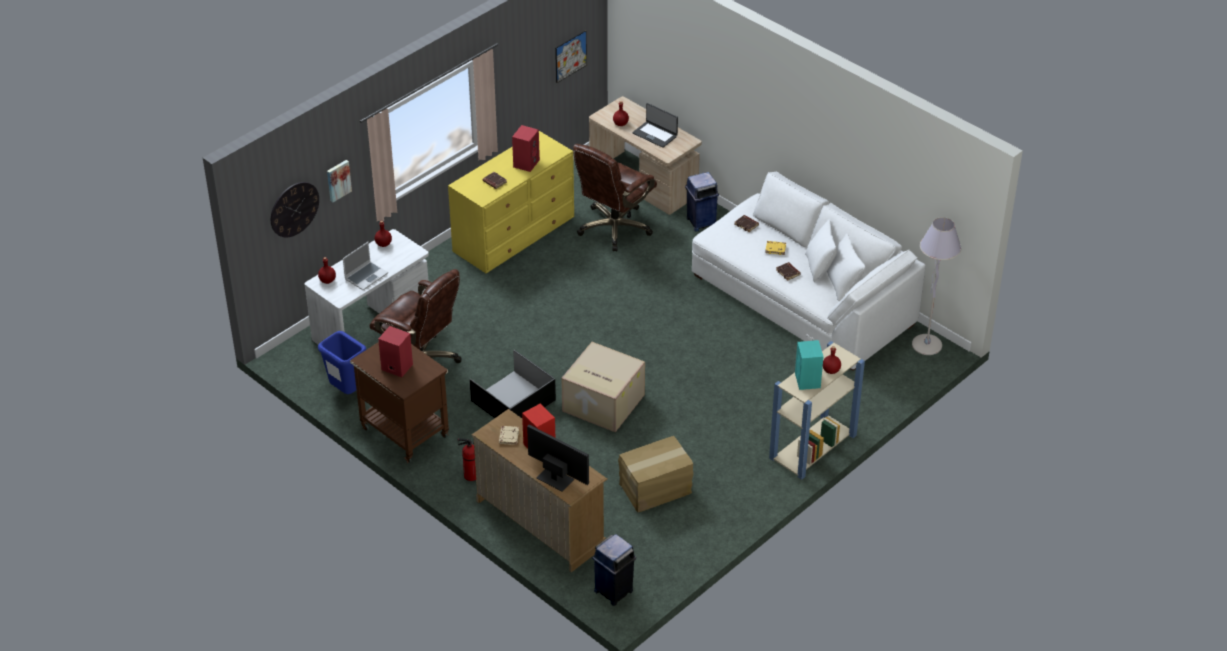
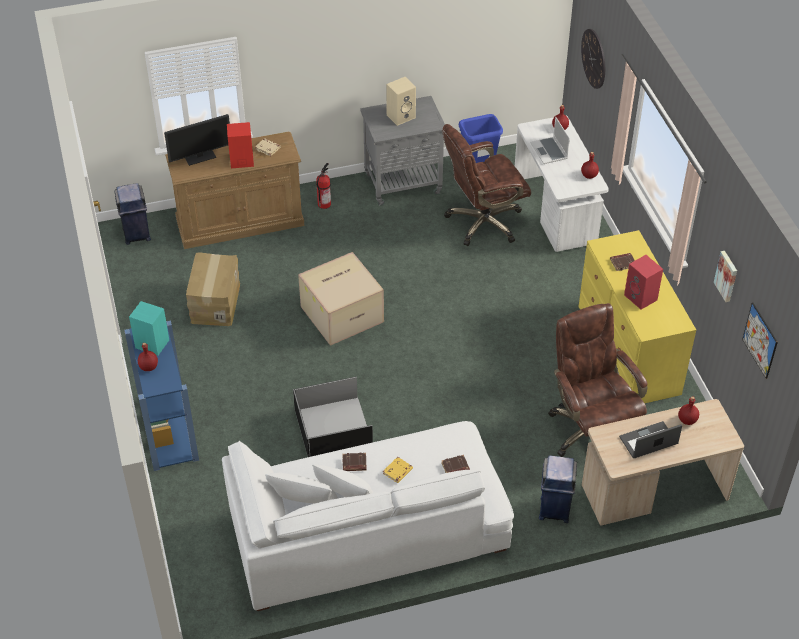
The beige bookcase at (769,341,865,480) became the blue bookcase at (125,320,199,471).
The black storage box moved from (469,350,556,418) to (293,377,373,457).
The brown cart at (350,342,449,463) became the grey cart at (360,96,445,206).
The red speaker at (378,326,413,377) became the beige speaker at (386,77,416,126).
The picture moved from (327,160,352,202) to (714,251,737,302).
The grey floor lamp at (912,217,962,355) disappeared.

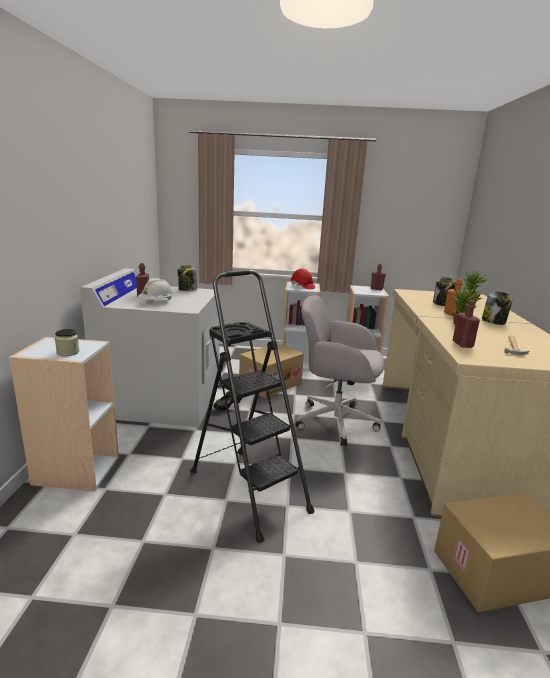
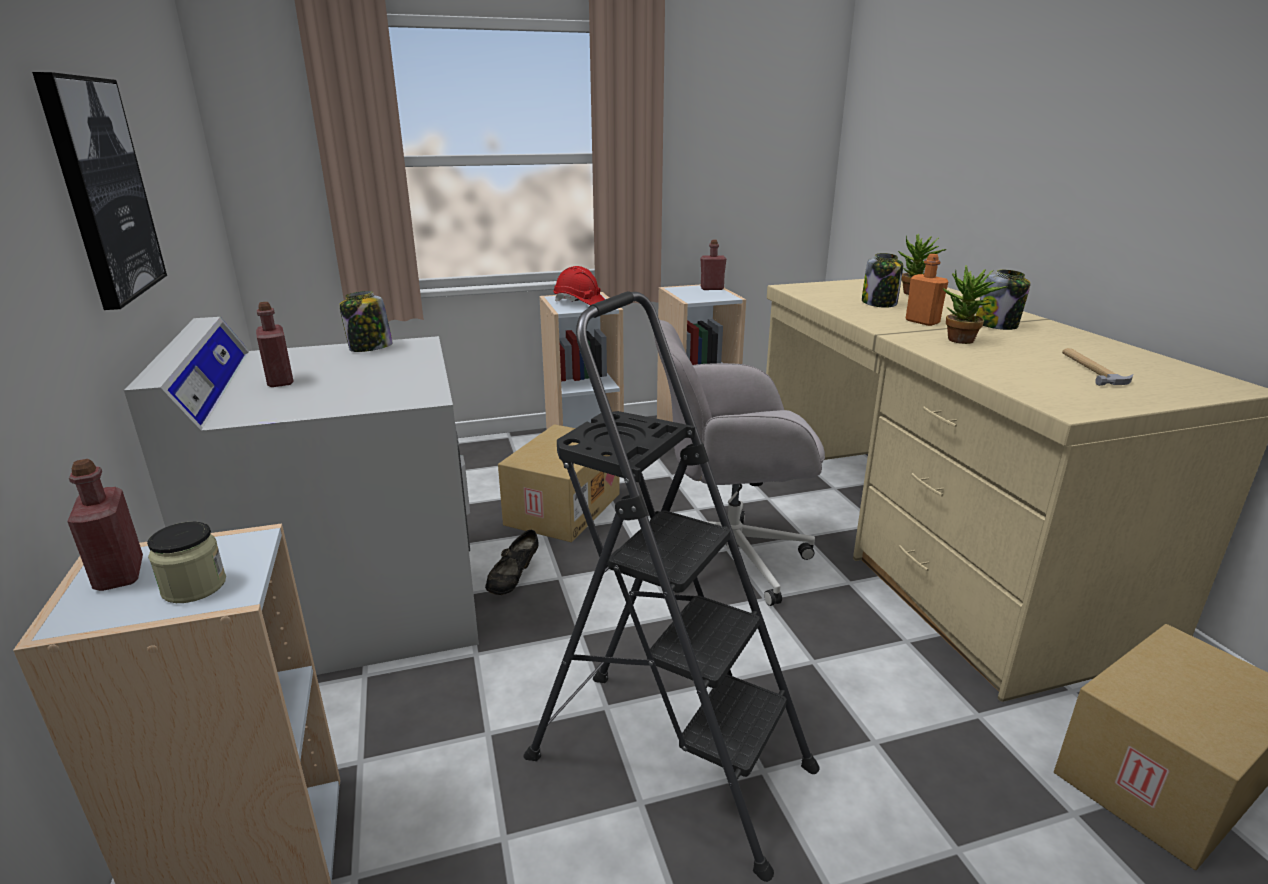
The picture at (32,72,167,310) appeared.
The red bottle moved from (453,300,480,348) to (67,459,143,591).
The white hard hat at (138,278,173,300) disappeared.

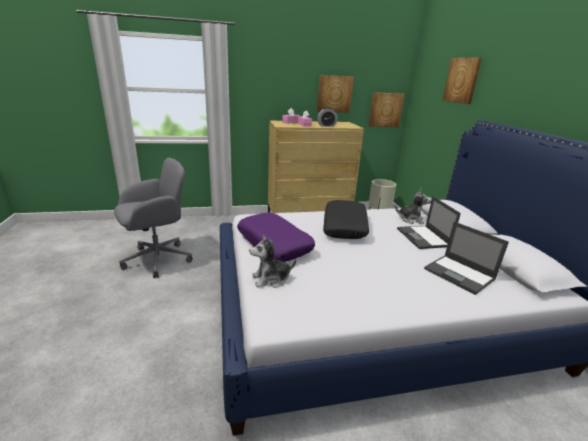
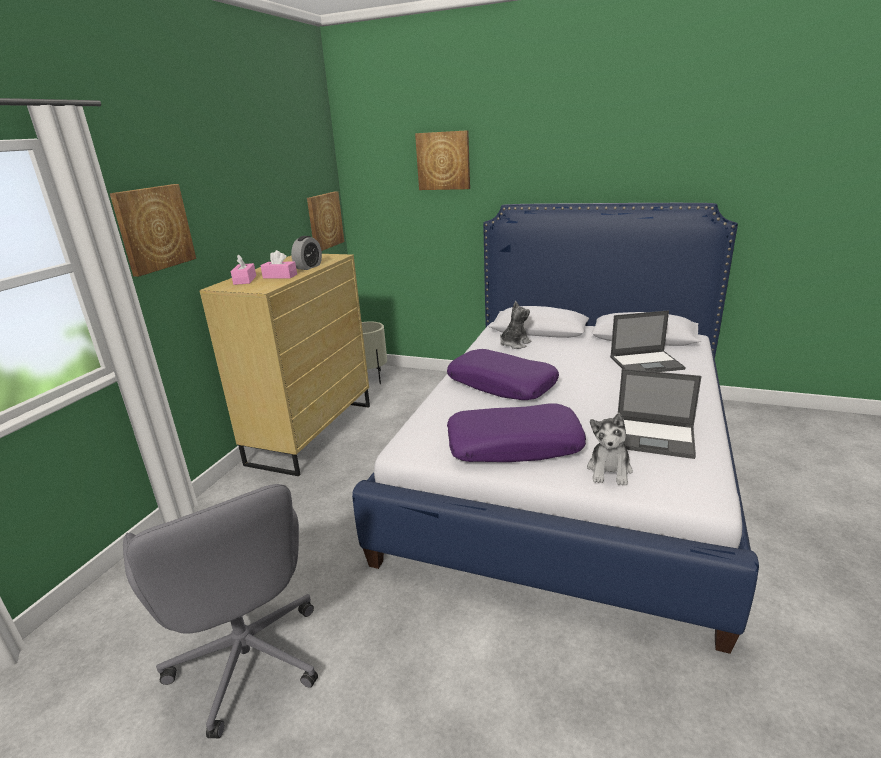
The picture moved from (317,75,354,112) to (110,184,196,277).
The grey office chair at (114,157,193,278) turned 150 degrees clockwise.
The black pillow at (323,200,369,239) became the purple pillow at (447,349,559,400).
The laptop moved from (397,196,461,249) to (618,369,702,459).

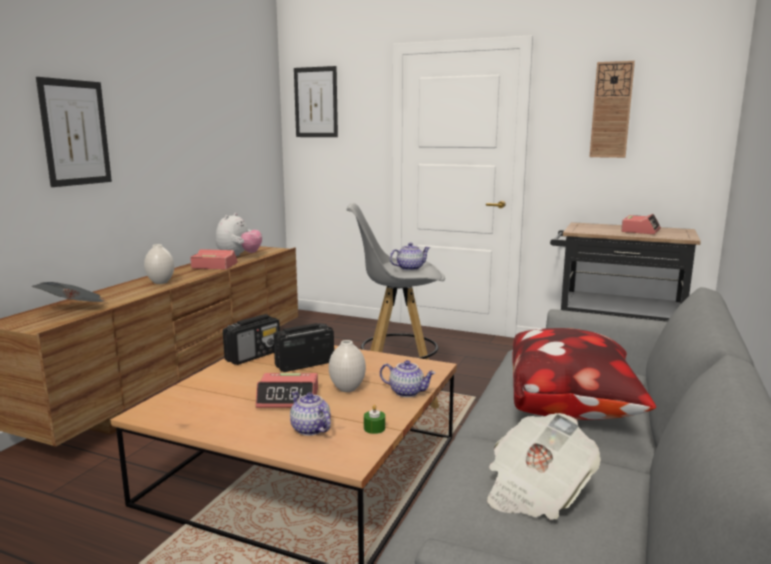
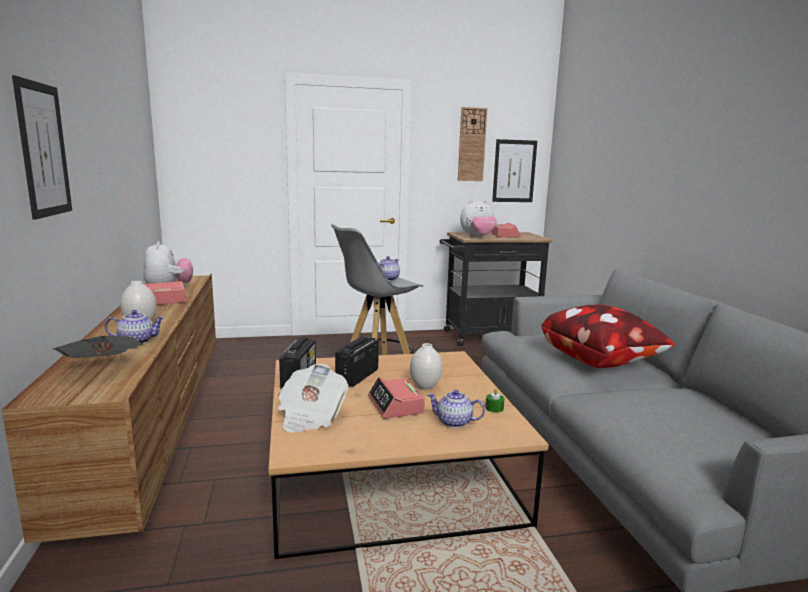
The teapot moved from (380,360,435,397) to (105,310,165,344).
The newspaper moved from (487,413,601,520) to (278,364,349,433).
The alarm clock at (256,373,318,408) turned 105 degrees clockwise.
The plush toy at (460,200,497,237) appeared.
The picture moved from (294,66,338,137) to (492,139,537,202).

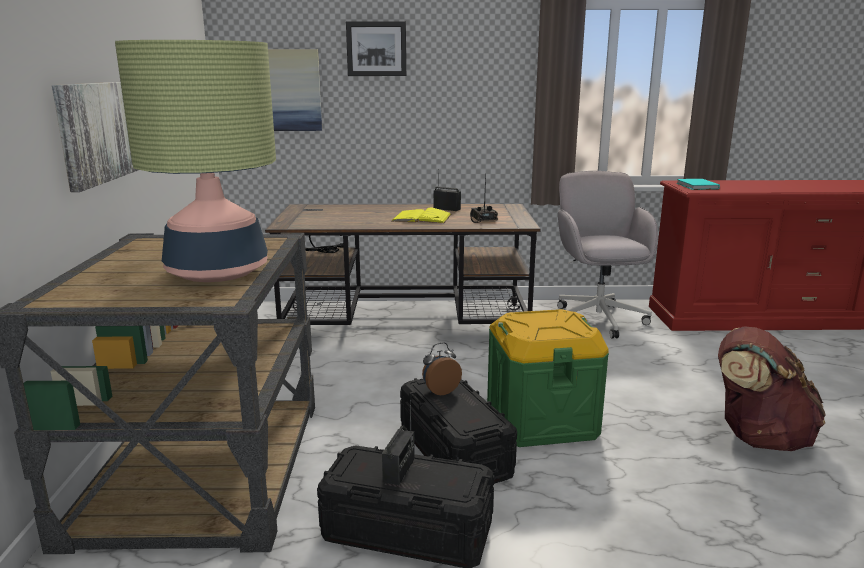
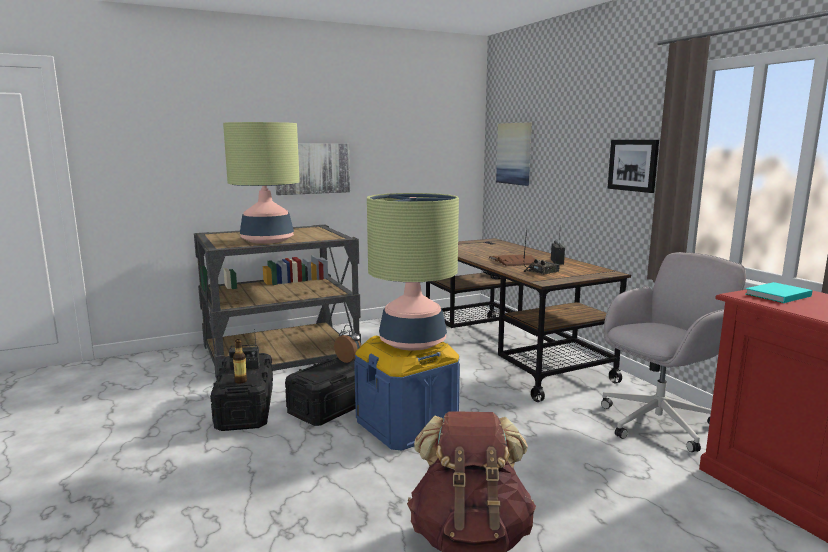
The bottle at (233,339,247,383) appeared.
The green storage box at (487,309,609,447) became the blue storage box at (354,336,460,451).
The table lamp at (367,193,459,351) appeared.
The yellow book at (391,208,451,223) became the brown book at (489,254,535,266).
The picture moved from (346,21,407,76) to (608,140,659,193).

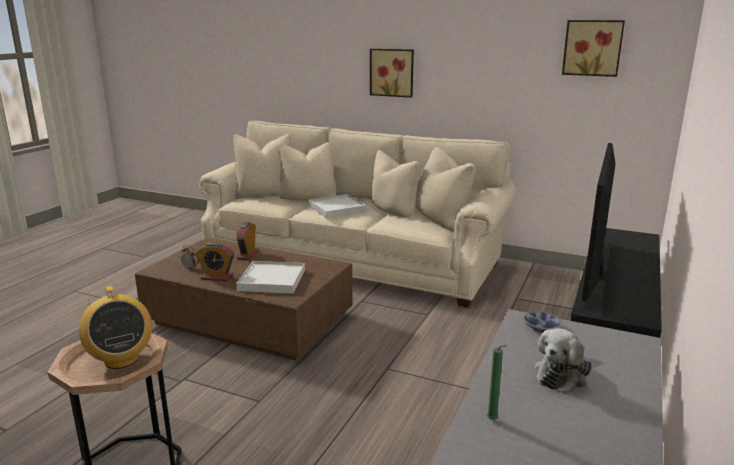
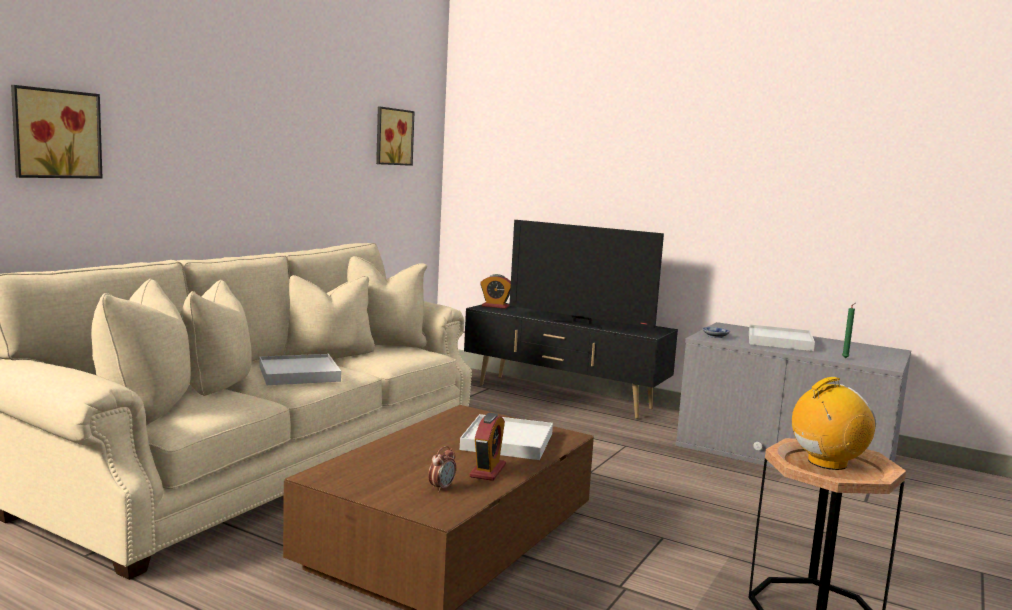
The picture moved from (370,49,414,98) to (11,85,102,179).
The alarm clock moved from (236,222,259,260) to (480,274,511,309).
The plush toy at (535,328,592,394) was replaced by the white tray at (749,324,815,351).

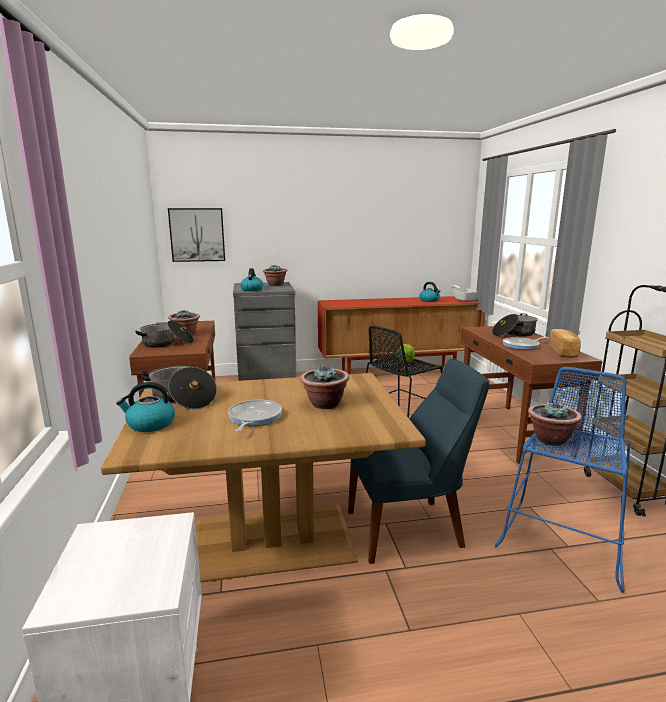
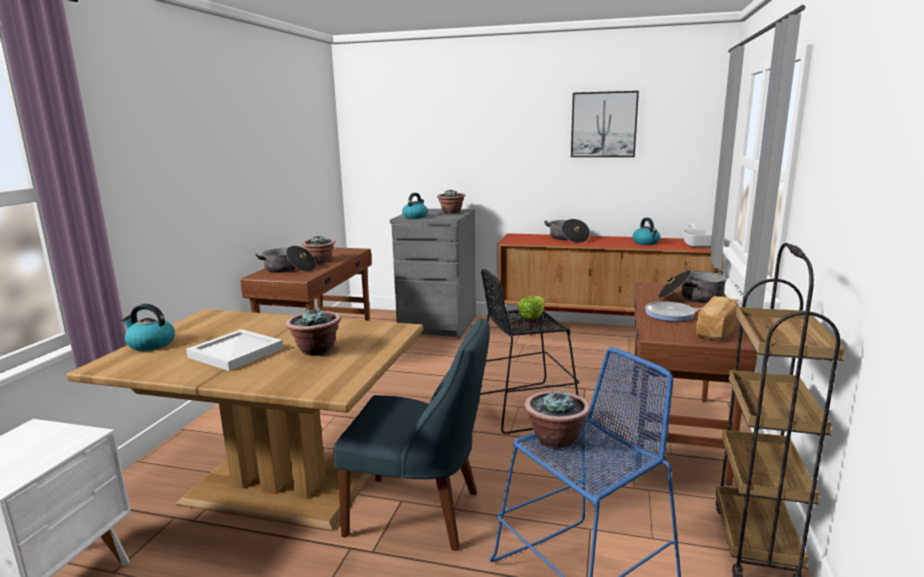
The frying pan at (228,400,282,432) was replaced by the white tray at (186,329,283,371).
The cooking pot moved from (140,365,217,409) to (544,219,590,243).
The picture moved from (168,208,225,262) to (571,91,639,157).

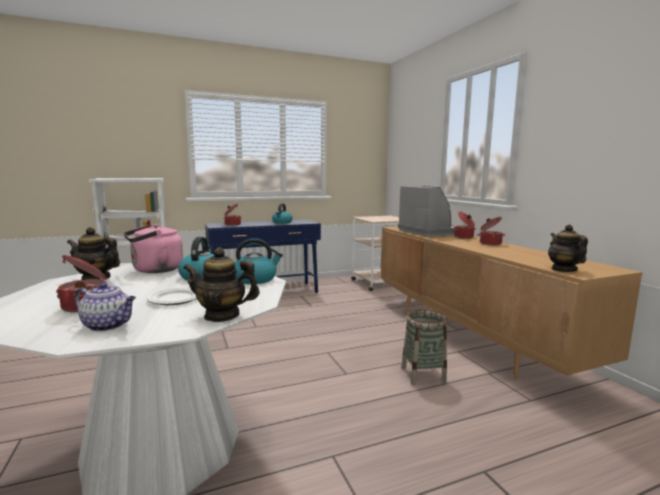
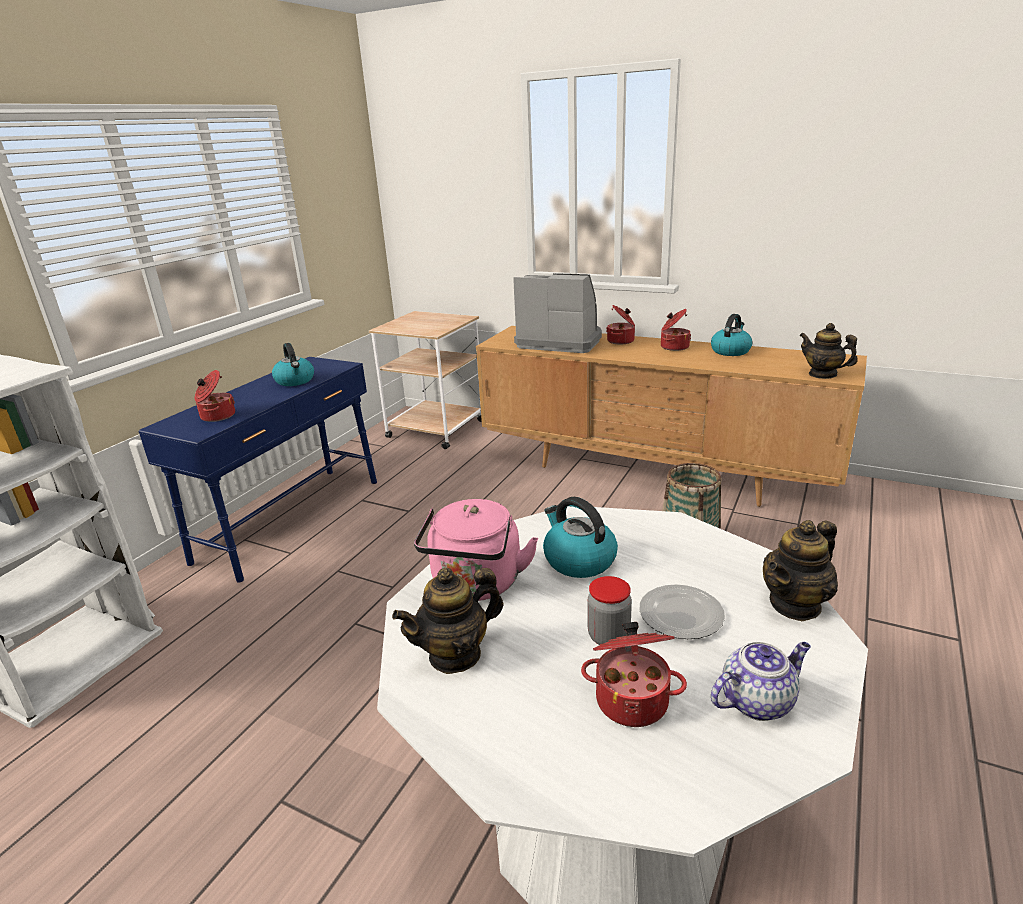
The jar at (588,576,632,645) appeared.
The kettle moved from (235,238,283,284) to (711,314,752,356).

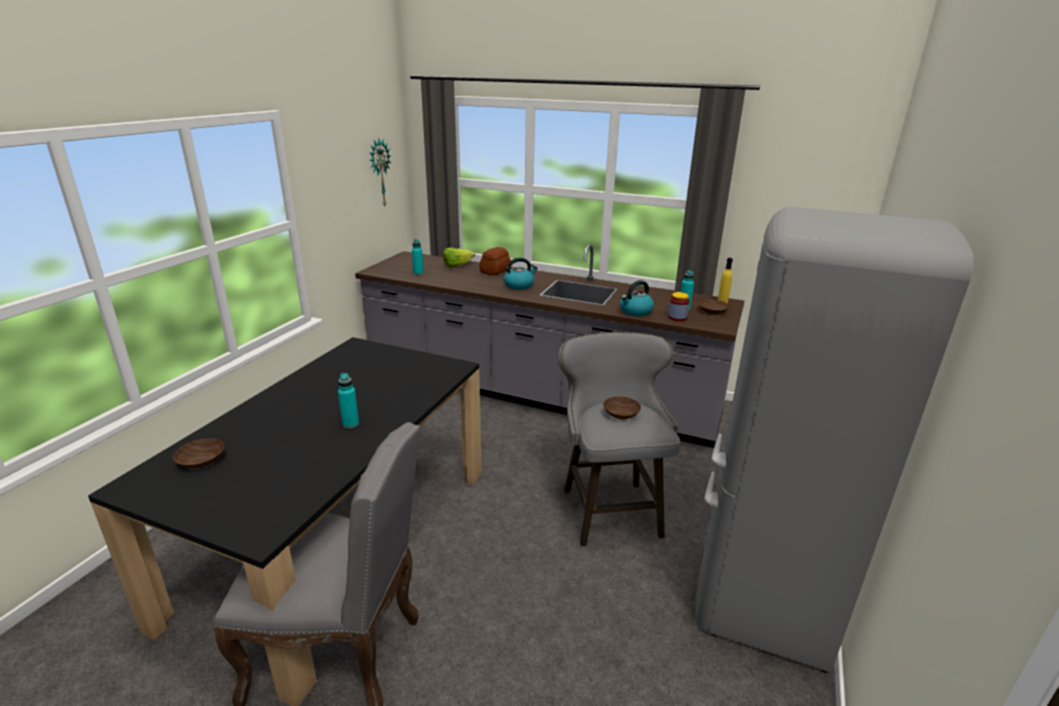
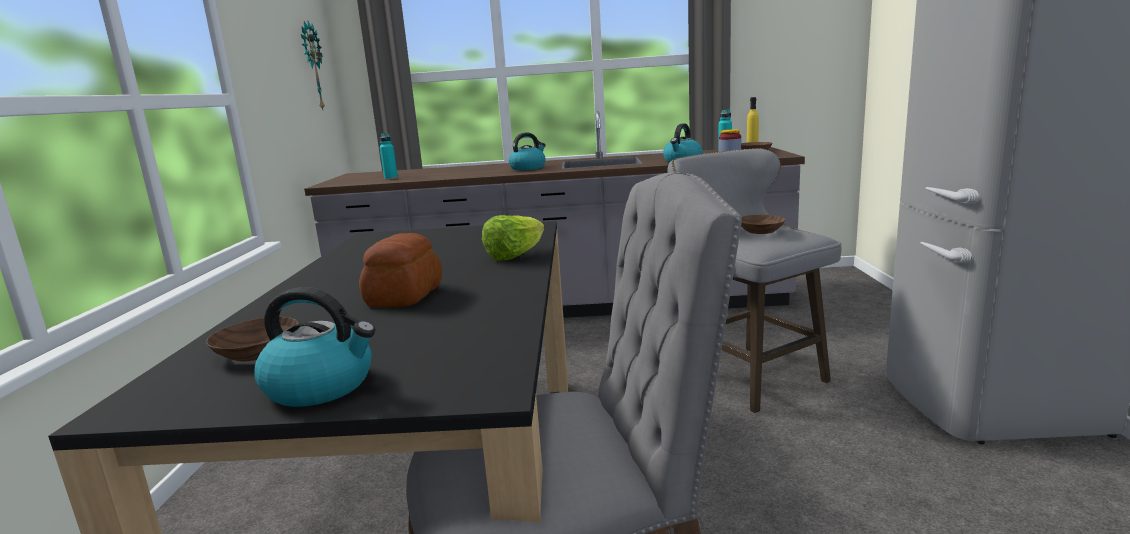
The kettle at (254,287,375,407) appeared.
The bread moved from (479,247,511,275) to (359,233,442,308).
The lettuce moved from (443,247,475,267) to (482,215,544,261).
The turquoise bottle at (338,373,359,428) disappeared.

